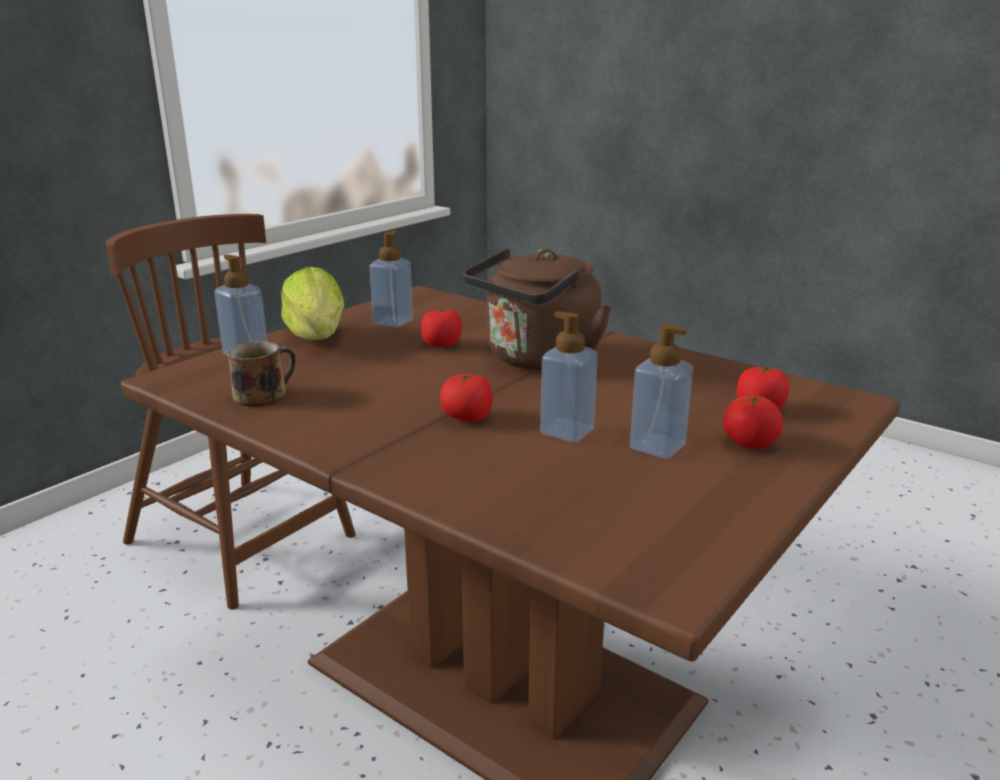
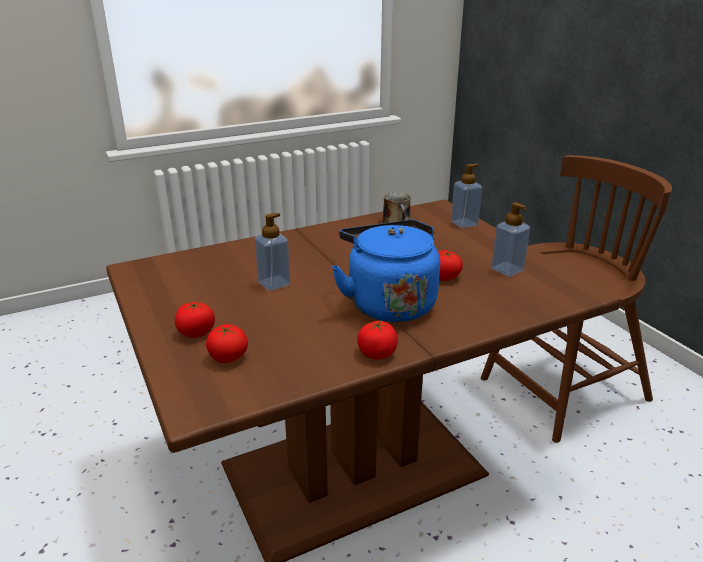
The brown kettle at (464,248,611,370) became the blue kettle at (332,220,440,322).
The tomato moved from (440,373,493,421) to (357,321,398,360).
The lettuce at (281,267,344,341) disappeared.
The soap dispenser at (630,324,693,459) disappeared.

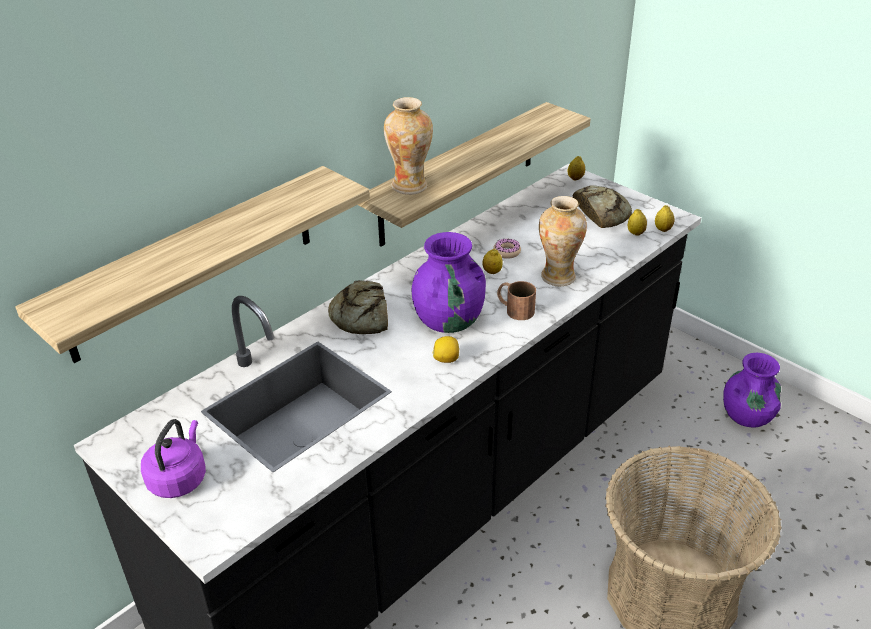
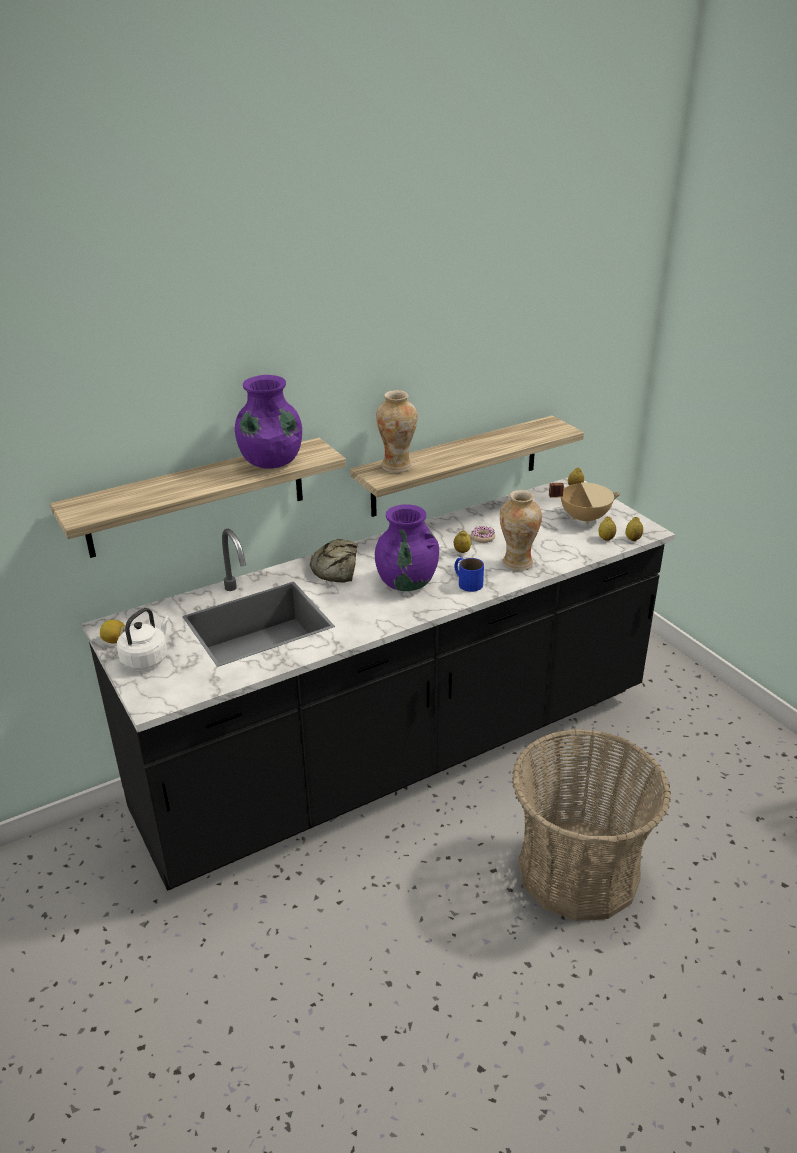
The lemon moved from (433,336,459,363) to (100,620,125,643).
The purple kettle at (141,419,206,498) became the white kettle at (117,608,170,670).
The purple vase moved from (723,353,781,428) to (235,375,302,469).
The brown mug at (497,281,536,320) became the blue mug at (454,557,484,592).
The bread at (573,185,632,228) was replaced by the beige cooking pot at (549,483,621,525).

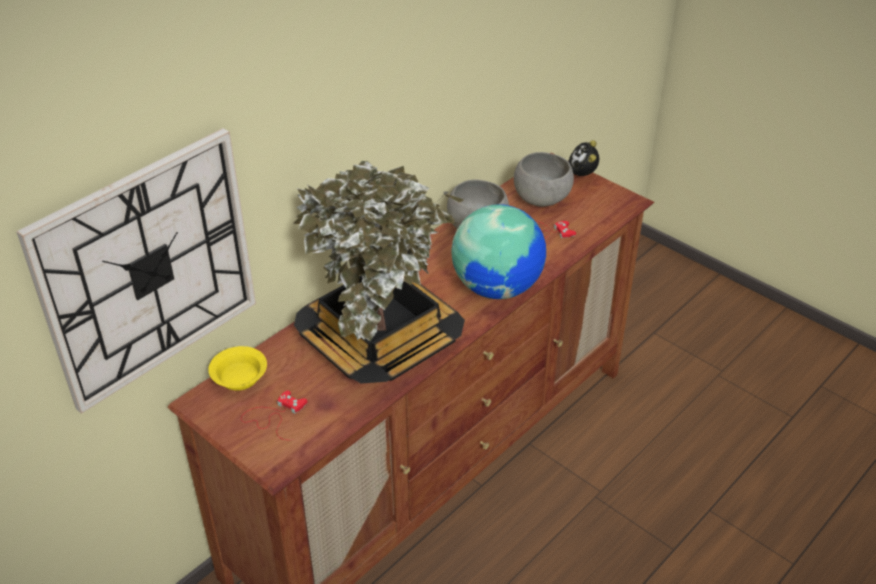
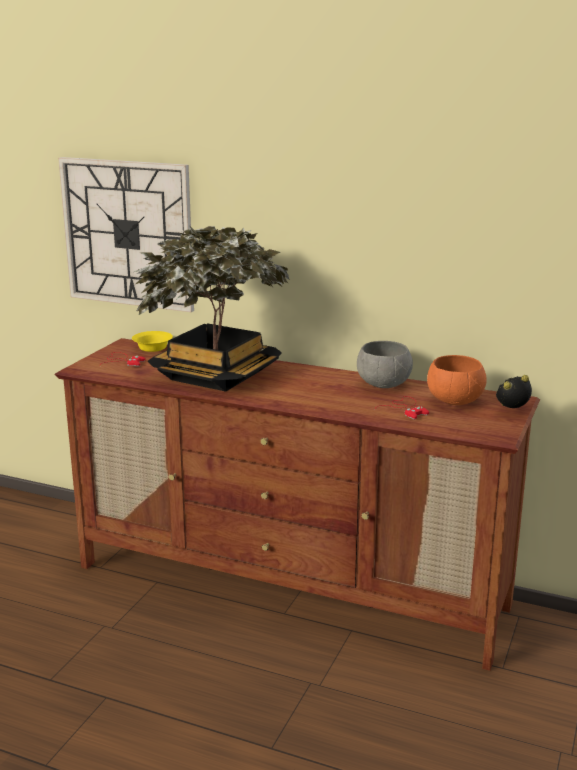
The grey bowl at (514,152,574,207) became the orange bowl at (427,355,487,405).
The globe at (451,204,546,299) disappeared.

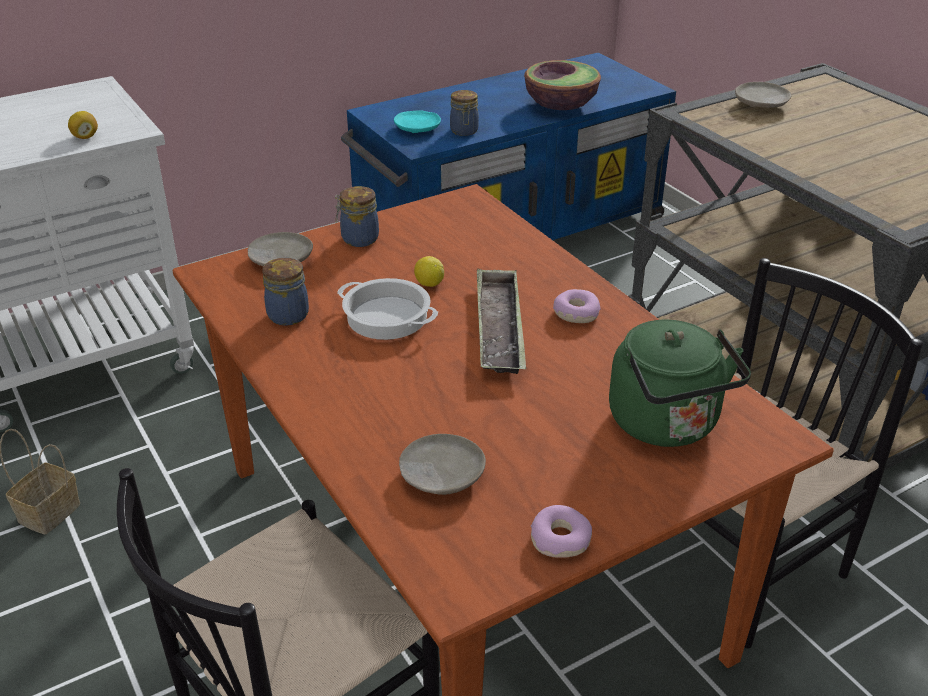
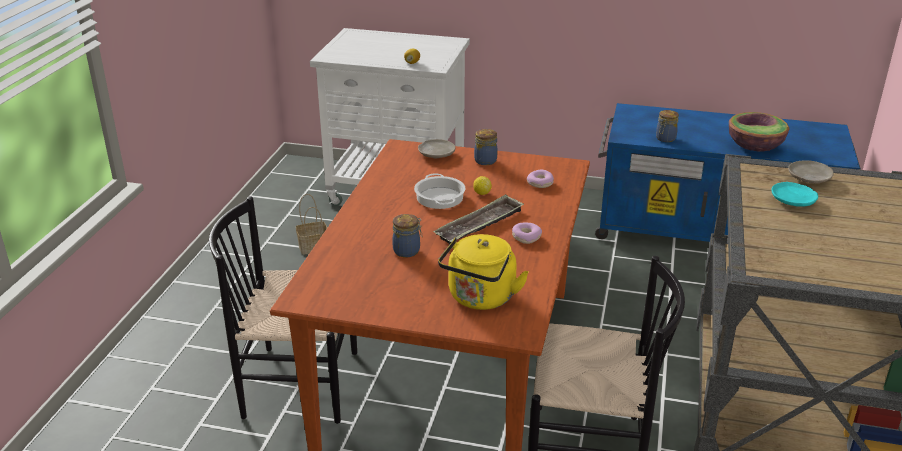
The jar moved from (262,258,309,326) to (392,214,422,257).
The green kettle at (609,319,751,447) became the yellow kettle at (438,234,529,310).
The donut moved from (531,505,592,558) to (527,170,554,188).
The turquoise plate moved from (394,110,441,133) to (771,182,818,207).
The beige plate at (399,434,486,495) disappeared.

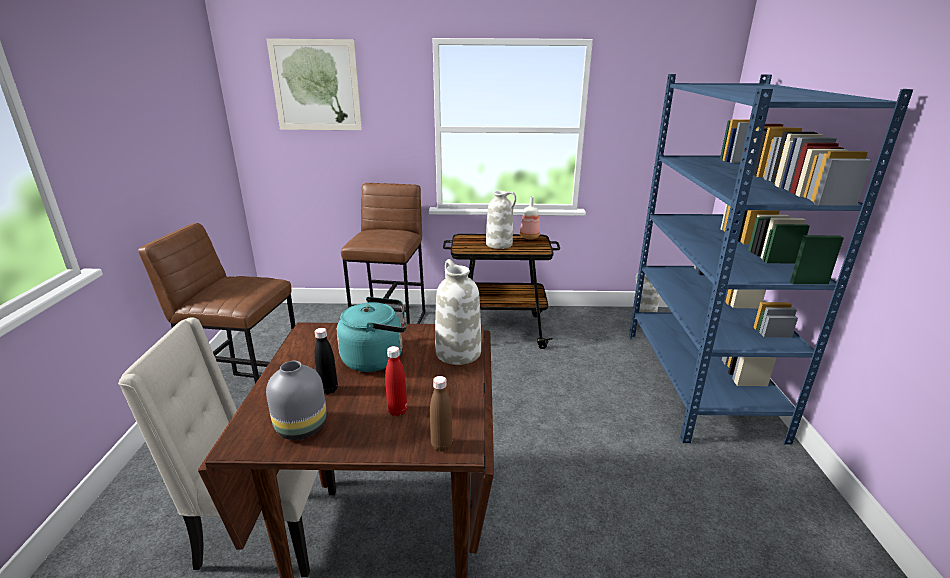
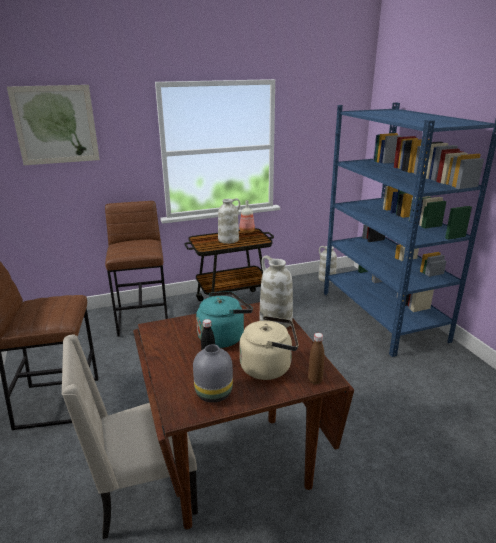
The red bottle at (385,346,407,416) was replaced by the beige kettle at (239,316,299,380).

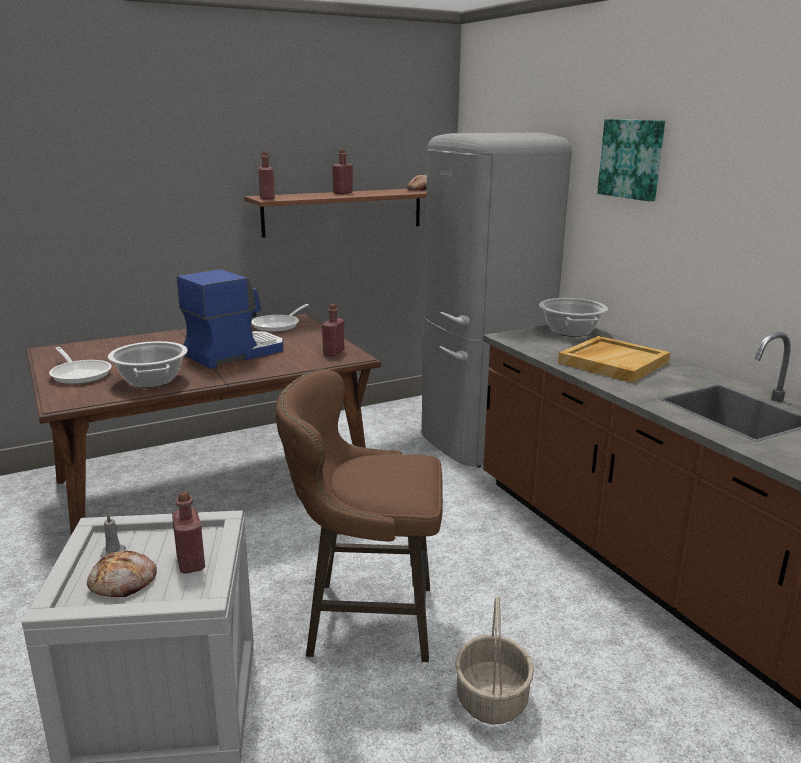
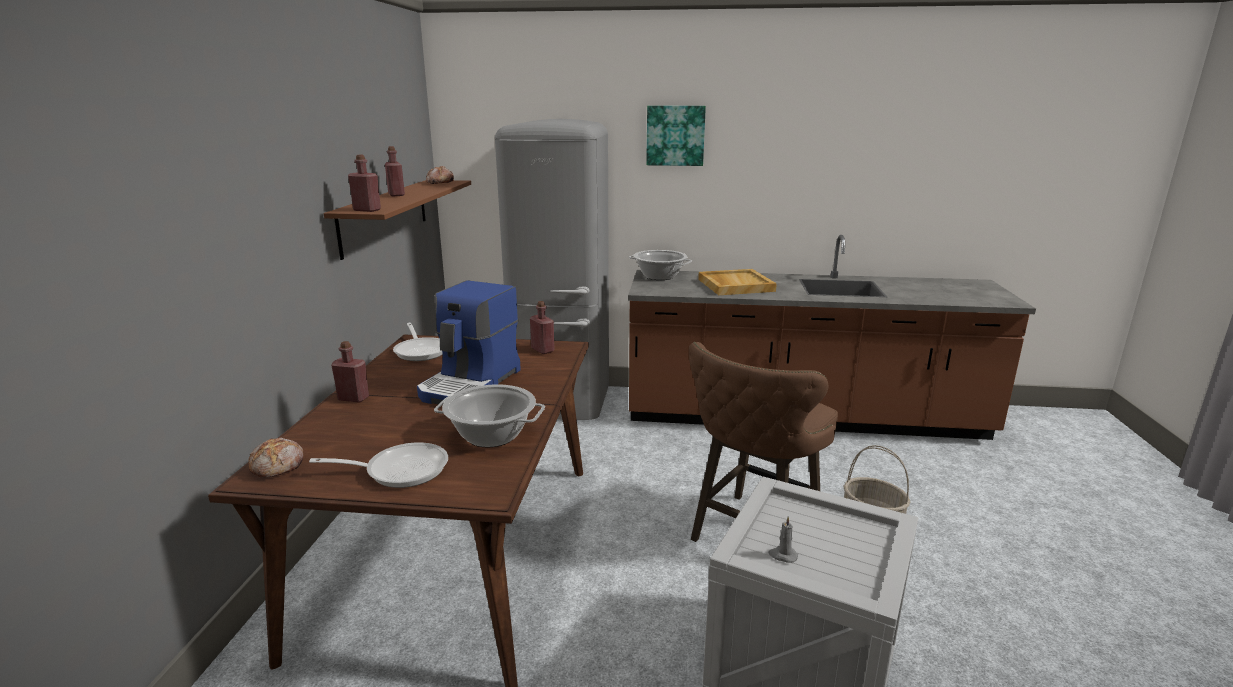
The bread moved from (87,551,157,597) to (248,437,304,478).
The red bottle moved from (172,491,205,574) to (331,341,369,403).
The coffee machine at (177,269,283,369) turned 150 degrees counterclockwise.

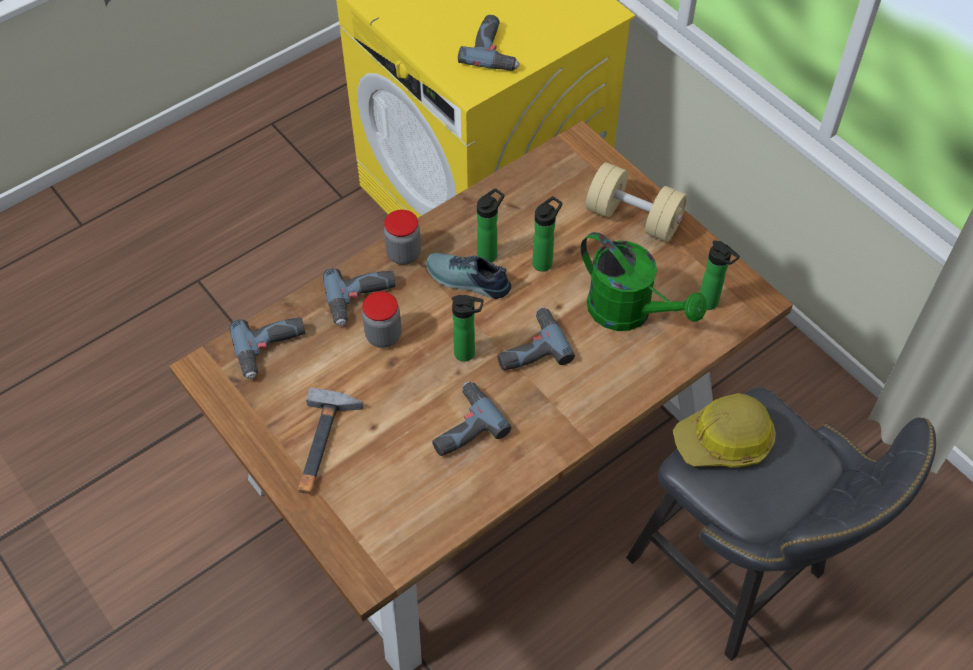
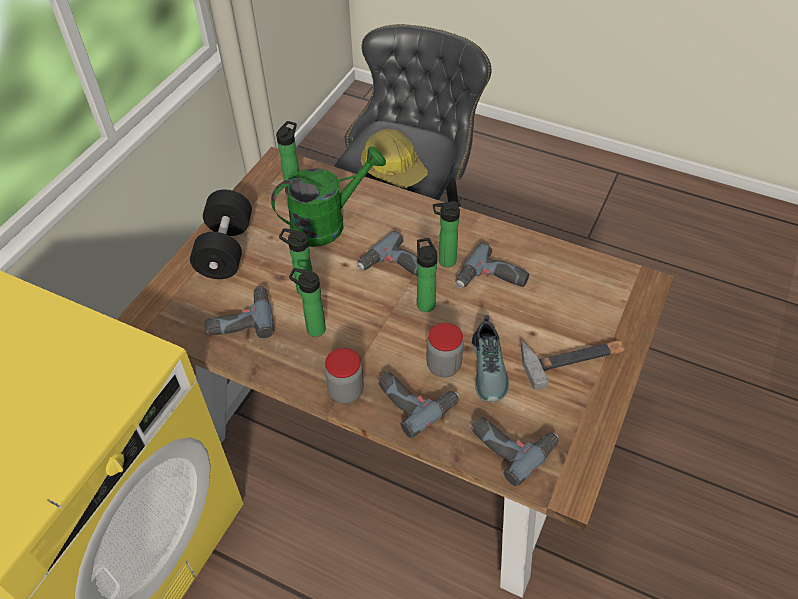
The beige dumbbell at (586,162,688,242) became the black dumbbell at (190,190,252,279).
The power drill moved from (458,15,520,71) to (205,286,274,338).
The green watering can at (580,232,707,331) turned 45 degrees clockwise.
The bottle at (433,201,461,267) appeared.
The shoe moved from (427,253,511,299) to (472,316,509,402).

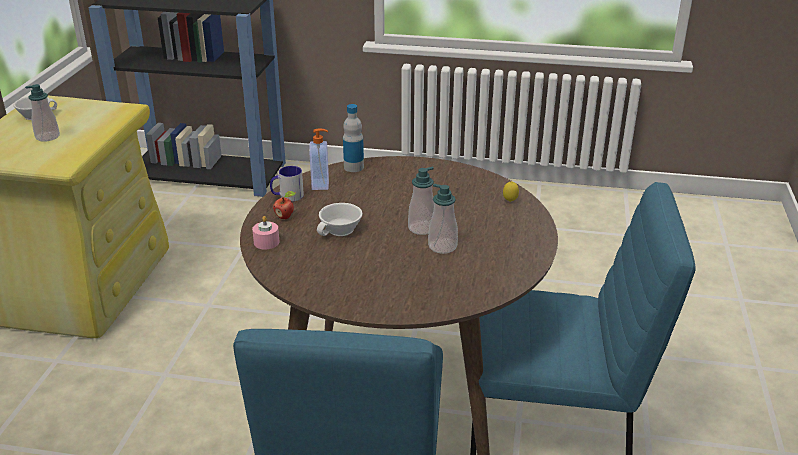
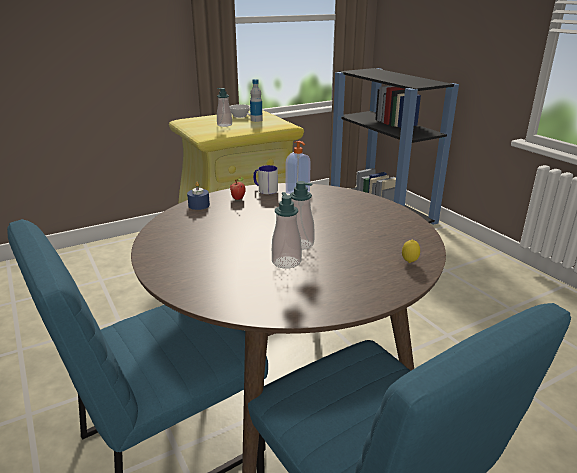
The pink candle at (252,216,280,249) became the blue candle at (187,182,210,210).
The bottle moved from (343,104,364,172) to (250,79,263,122).
The white cup at (317,203,362,236) disappeared.

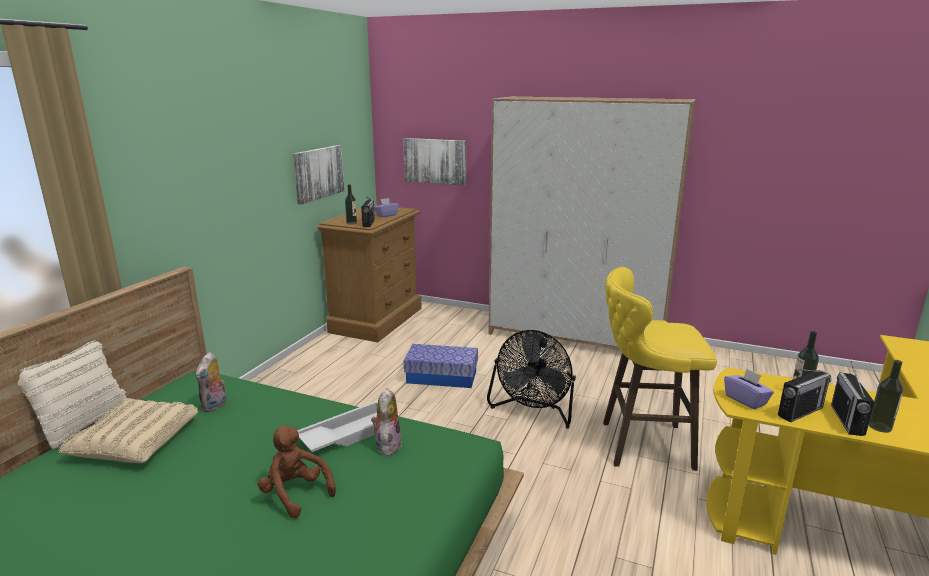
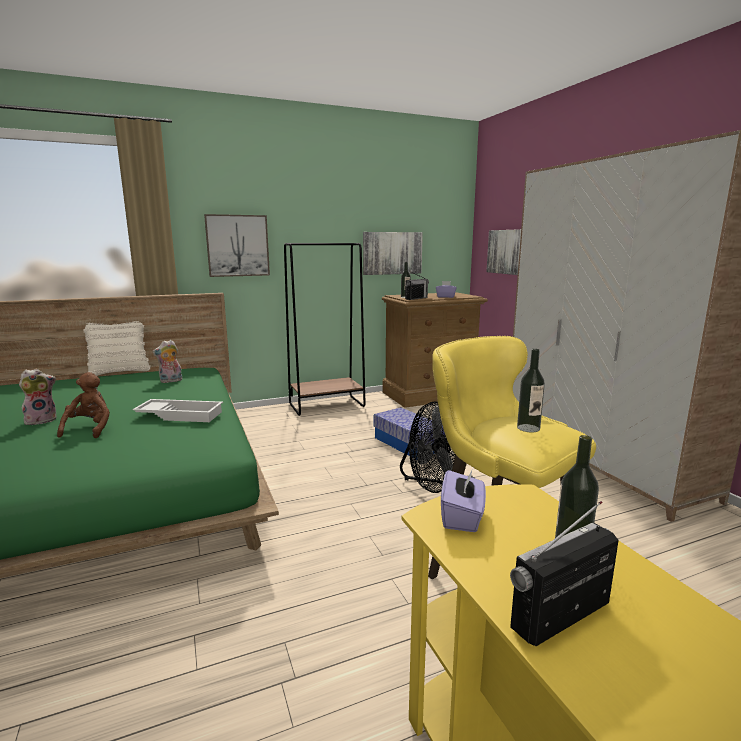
The plush toy moved from (371,388,401,456) to (19,369,56,425).
The picture at (204,214,270,277) appeared.
The clothes rack at (284,243,365,416) appeared.
The bottle moved from (869,360,903,433) to (517,349,545,433).
The beige pillow at (59,398,198,463) disappeared.
The radio at (778,369,831,422) disappeared.

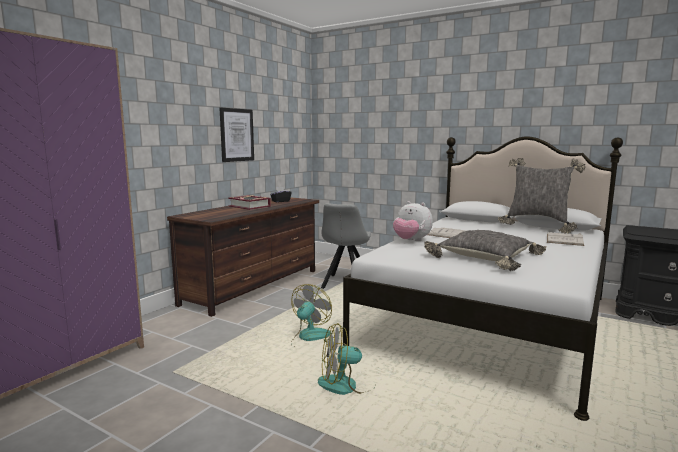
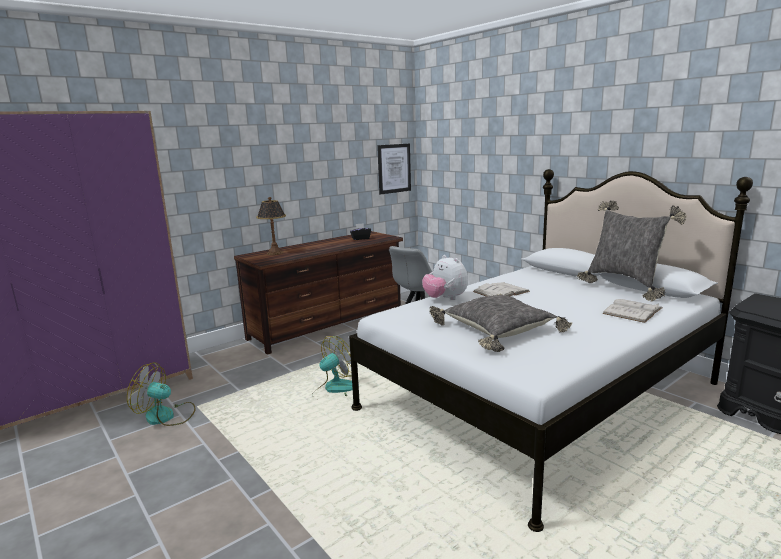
The fan moved from (318,323,376,395) to (127,363,196,426).
The table lamp at (256,197,286,255) appeared.
The picture moved from (219,108,254,162) to (377,143,411,195).
The book at (228,195,271,210) disappeared.

